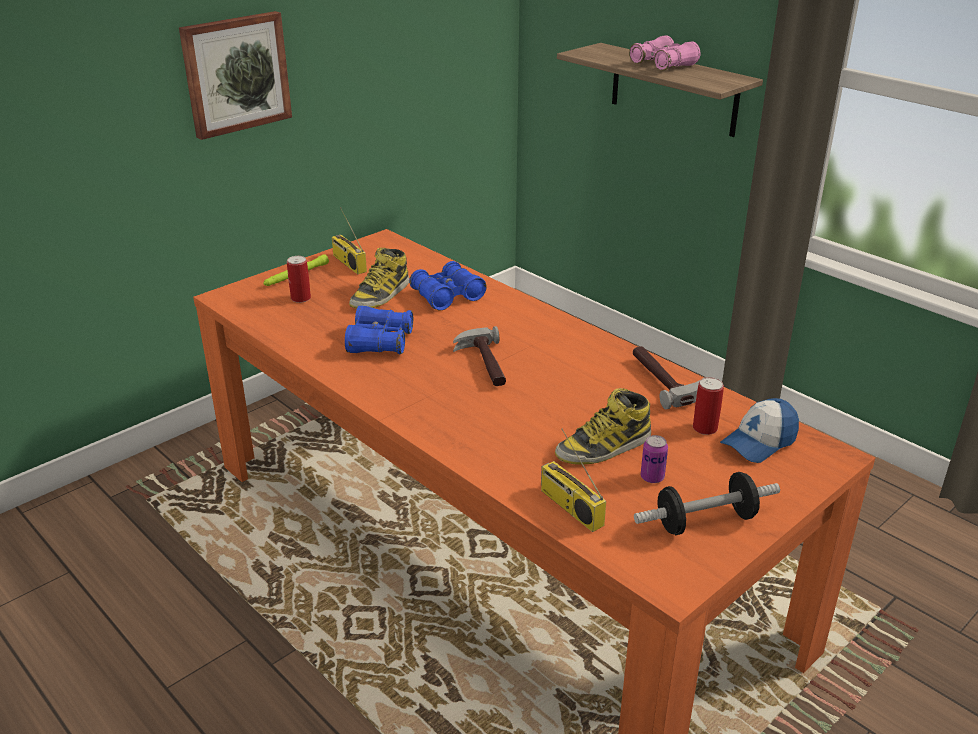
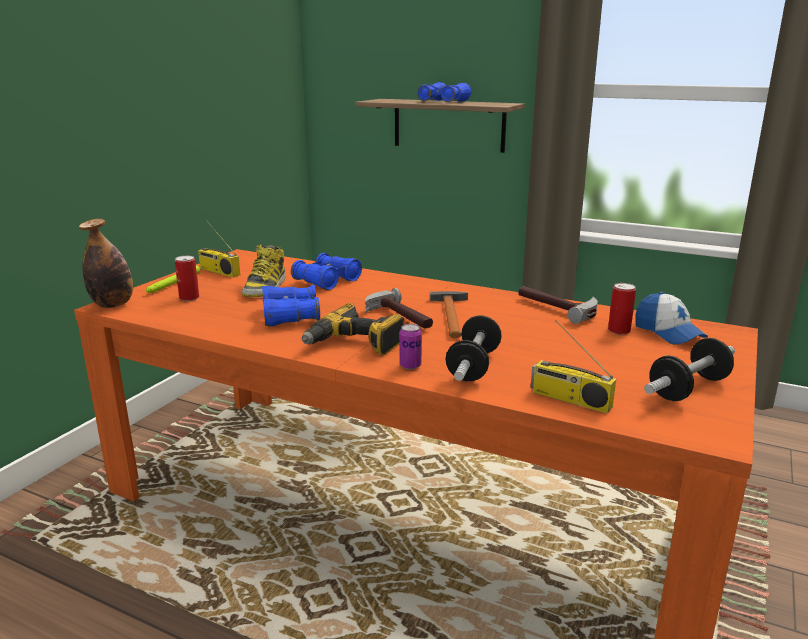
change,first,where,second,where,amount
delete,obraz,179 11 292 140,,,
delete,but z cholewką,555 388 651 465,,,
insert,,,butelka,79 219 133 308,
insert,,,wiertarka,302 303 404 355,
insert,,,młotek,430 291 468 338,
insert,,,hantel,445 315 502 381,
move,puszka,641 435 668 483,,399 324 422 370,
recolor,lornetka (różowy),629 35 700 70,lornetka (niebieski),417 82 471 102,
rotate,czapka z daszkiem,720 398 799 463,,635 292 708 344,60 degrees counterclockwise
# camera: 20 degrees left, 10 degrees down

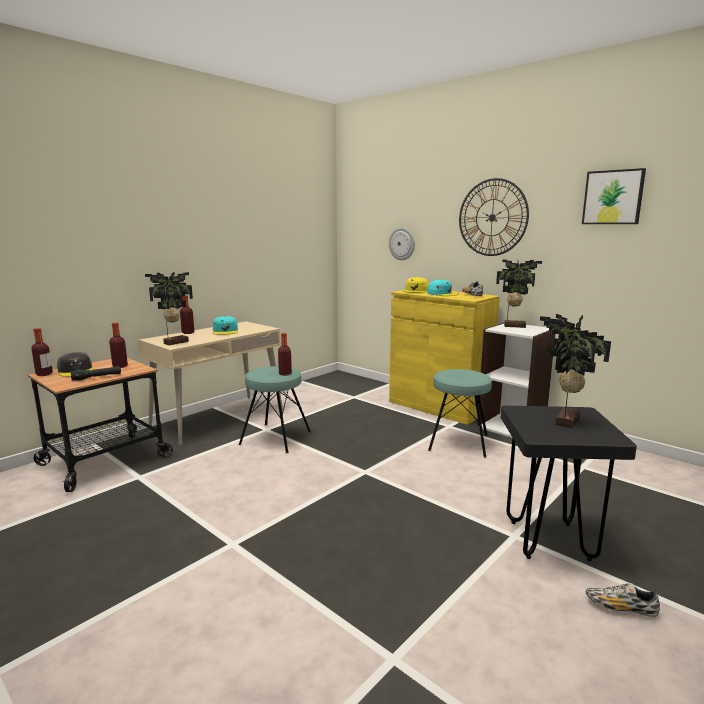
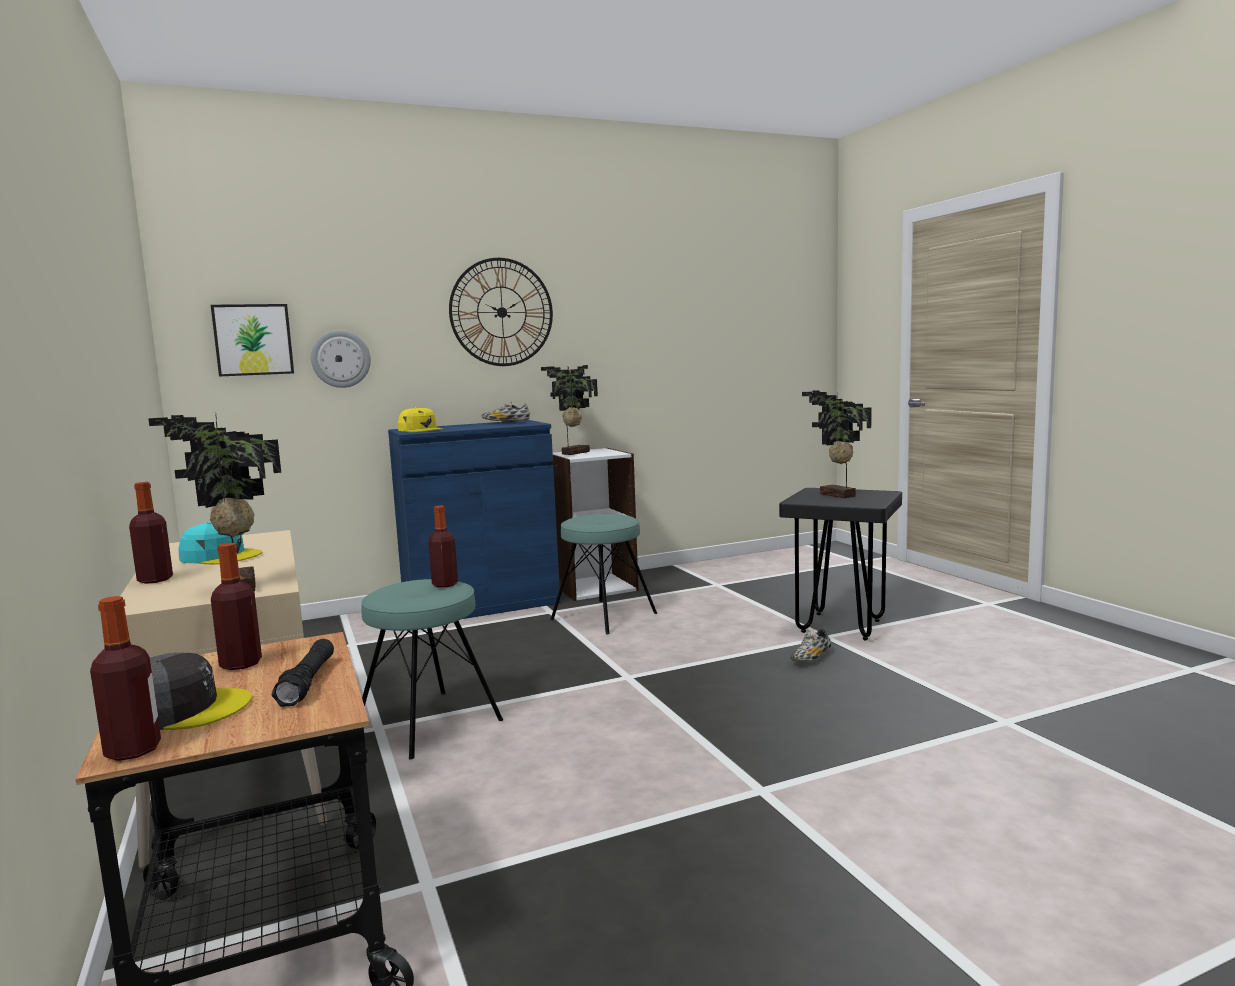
change,first,where,second,where,amount
delete,czapka z daszkiem (turkusowy),427 280 459 296,,,
move,obraz,582 168 646 224,,211 304 294 377,
move,but,586 583 660 617,,790 629 832 662,
recolor,szafka (żółty),389 290 499 425,szafka (niebieski),388 420 560 619,
# camera: 65 degrees left, 5 degrees down

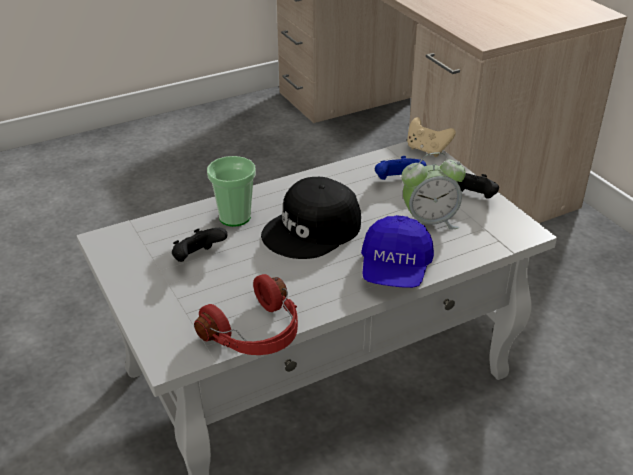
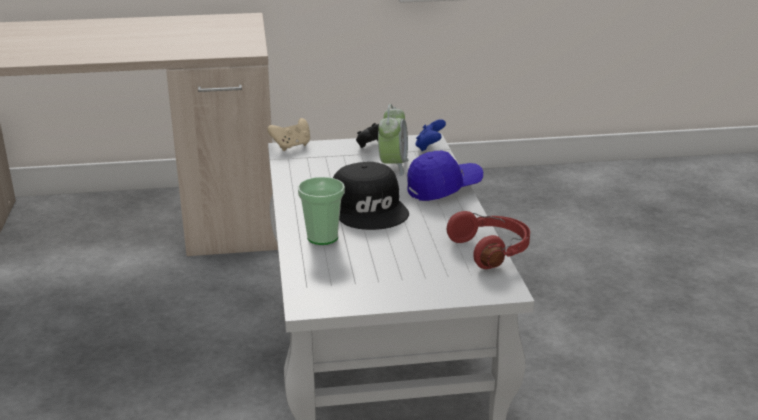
change,first,where,second,where,amount
delete,pad do gier (czarny),172 228 228 262,,,
move,pad do gier (niebieski),375 156 427 180,,415 119 446 151,
rotate,czapka z daszkiem (niebieski),361 215 434 288,,407 151 483 201,60 degrees counterclockwise
# camera: 70 degrees left, 10 degrees down

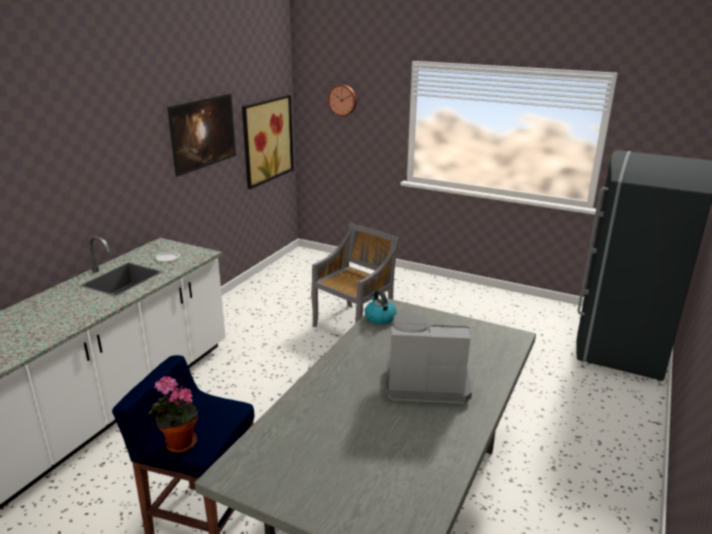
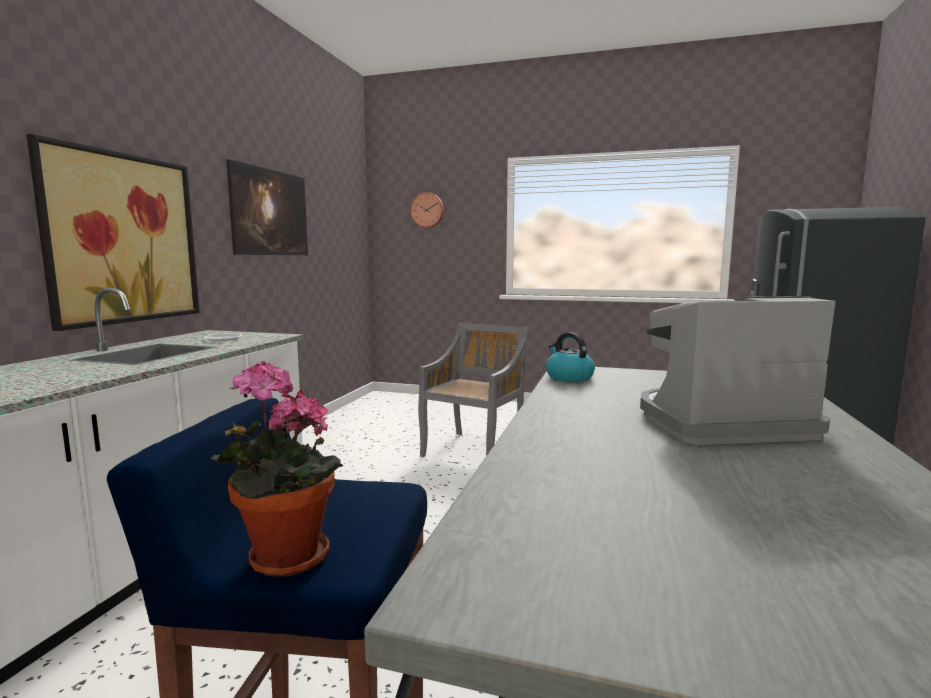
change,first,where,second,where,amount
move,obraz,242 95 294 189,,26 134 200 331,
# camera: 10 degrees left, 15 degrees down

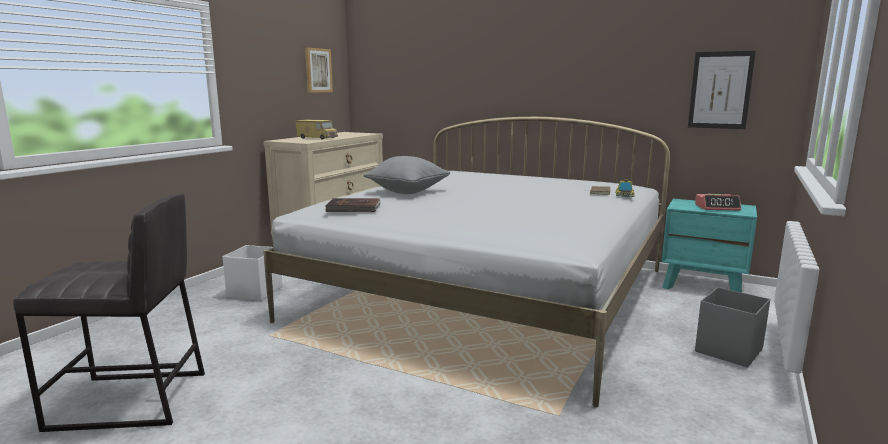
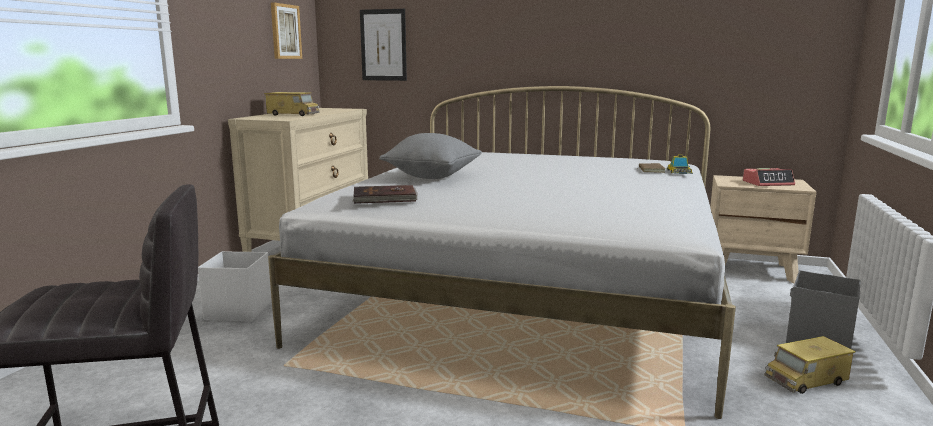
change,first,where,second,where,amount
insert,,,ciężarówka zabawkowa,764 336 856 394,
move,obraz,688 51 756 129,,360 9 407 81,
recolor,szafka nocna (turkusowy),662 199 757 292,szafka nocna (beżowy),710 175 816 283,
# camera: 10 degrees left, 0 degrees up

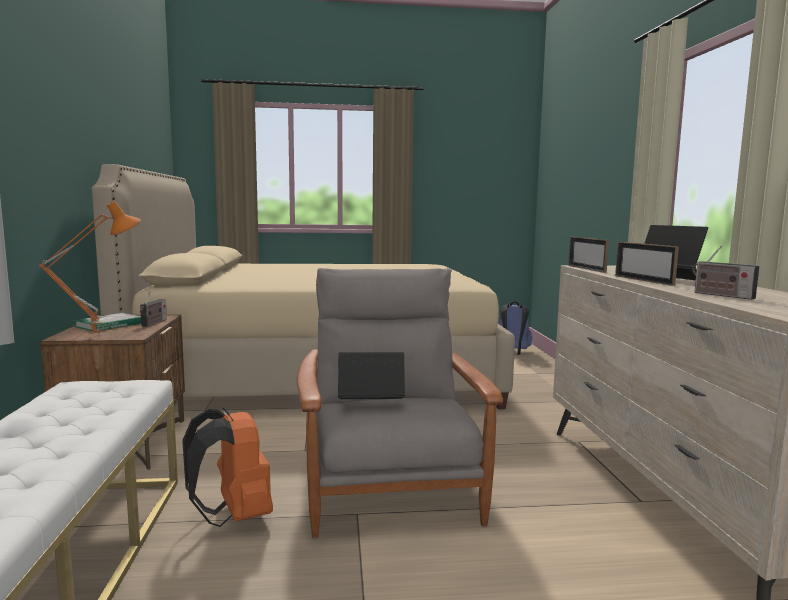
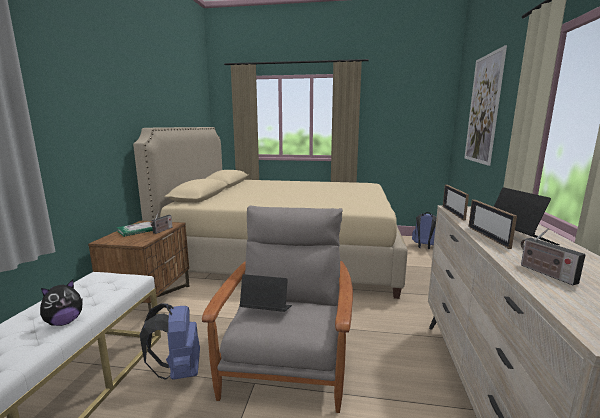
change,first,where,second,where,amount
delete,lampa stołowa (pomarańczowy),39 201 141 337,,,
insert,,,pluszak,40 280 83 326,
insert,,,obraz,464 45 507 166,
recolor,plecak (pomarańczowy),182 407 273 527,plecak (niebieski),140 304 200 380,
# camera: 15 degrees right, 5 degrees up

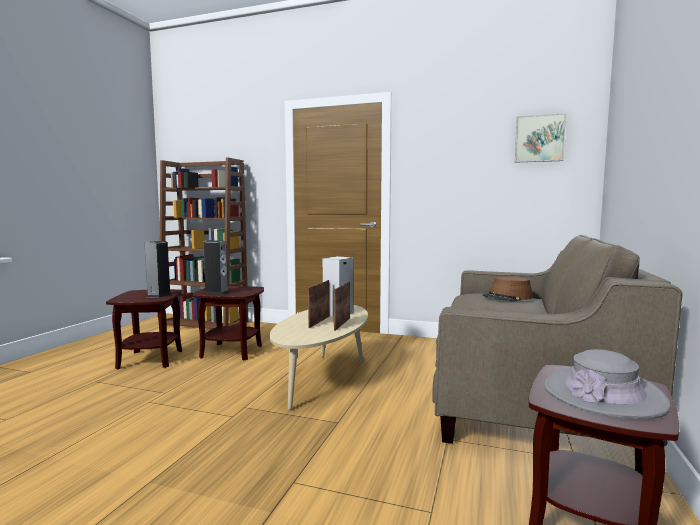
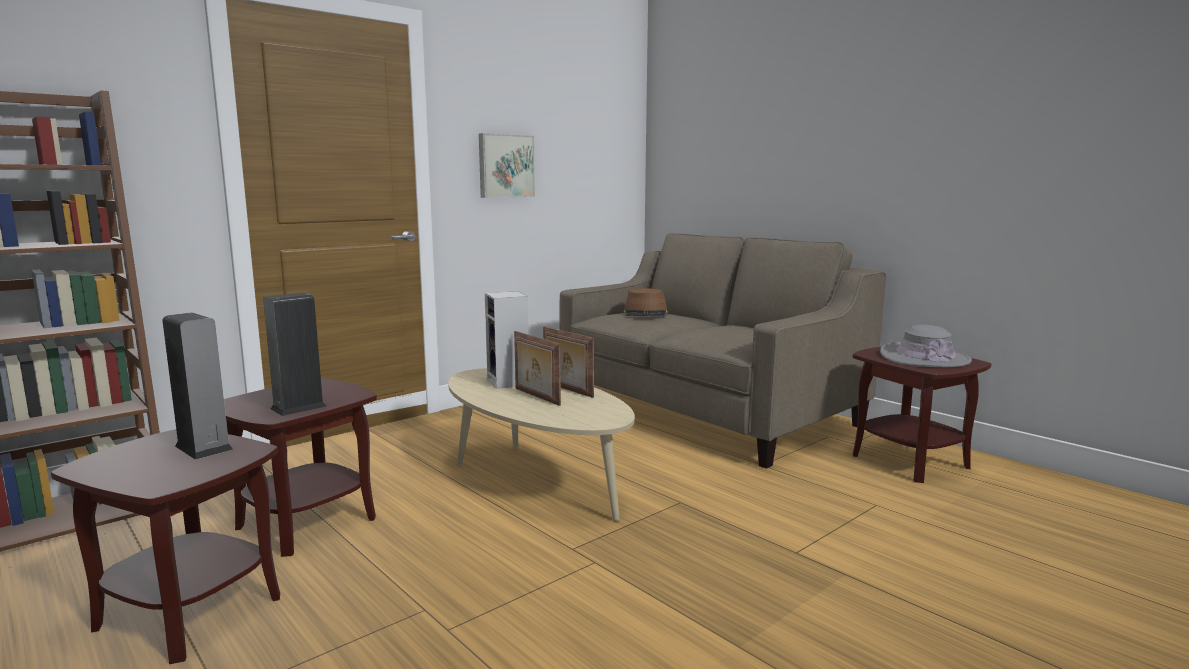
change,first,where,second,where,amount
move,obraz,515 113 567 163,,479 133 535 198,
# camera: 60 degrees left, 5 degrees up

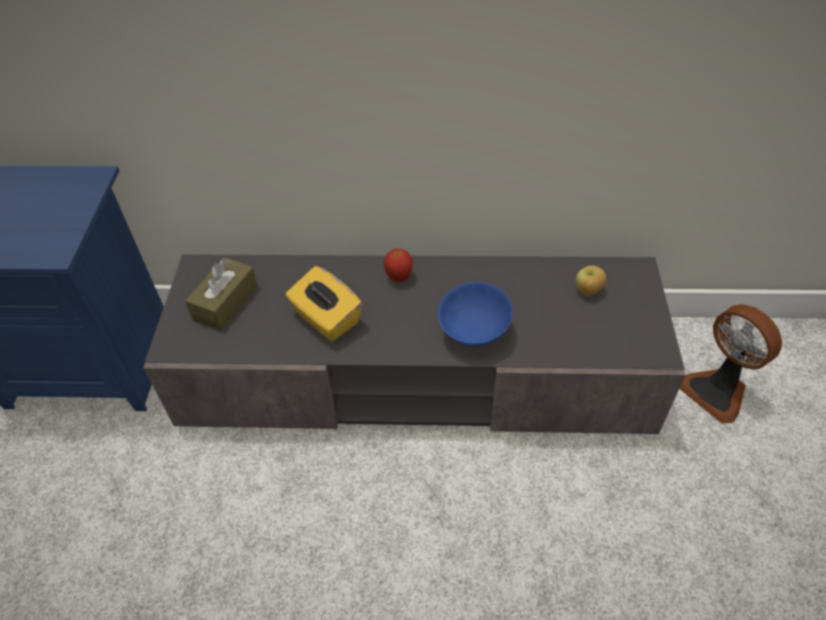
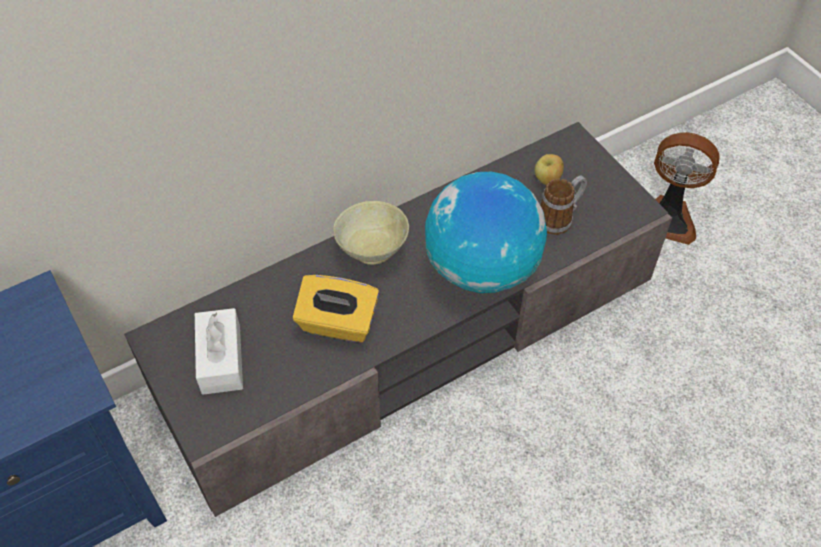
change,first,where,second,where,amount
insert,,,kubek,540 176 587 235,
replace,jabłko,383 248 413 282,miska (beżowy),333 201 409 265,
replace,miska (niebieski),438 282 513 347,globus,425 172 547 293,
recolor,pudełko chusteczek (brązowy),185 257 258 331,pudełko chusteczek (biały),195 308 243 395,
# camera: 35 degrees left, 5 degrees up

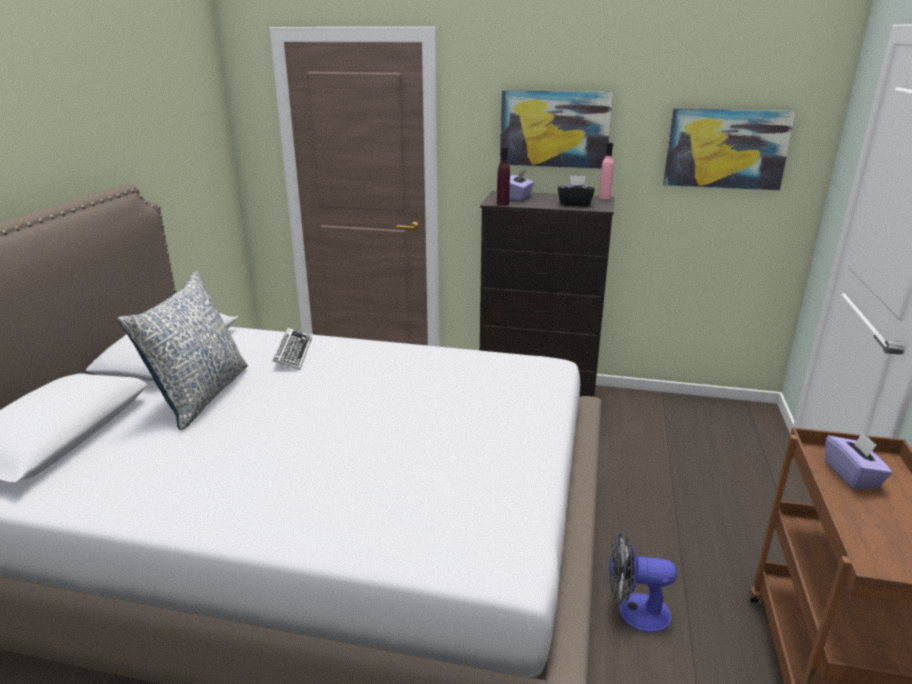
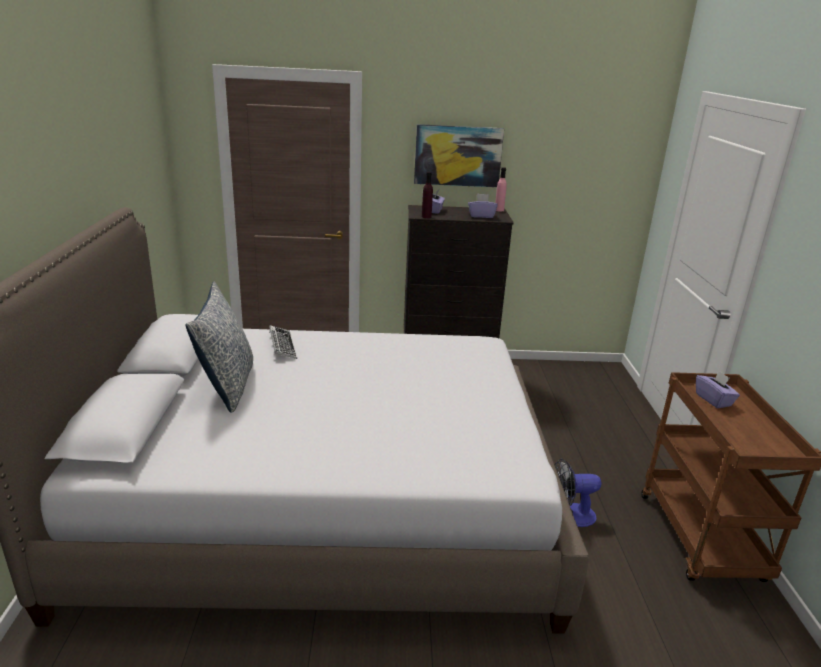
change,first,where,second,where,amount
delete,obraz,663 108 796 190,,,
recolor,pudełko chusteczek (czarny),558 175 595 207,pudełko chusteczek (fioletowy),468 194 498 218,
# camera: 15 degrees left, 0 degrees up

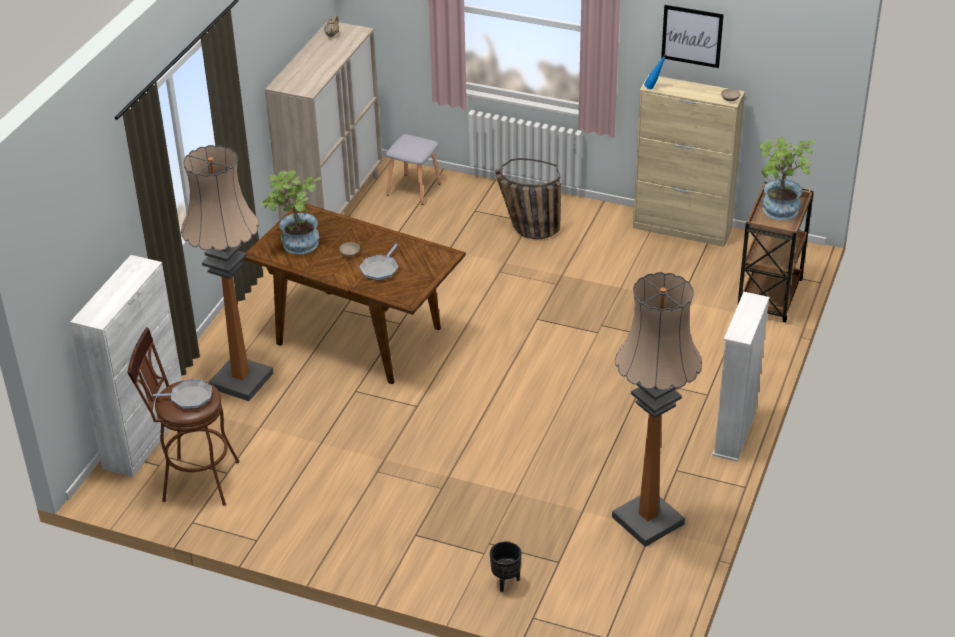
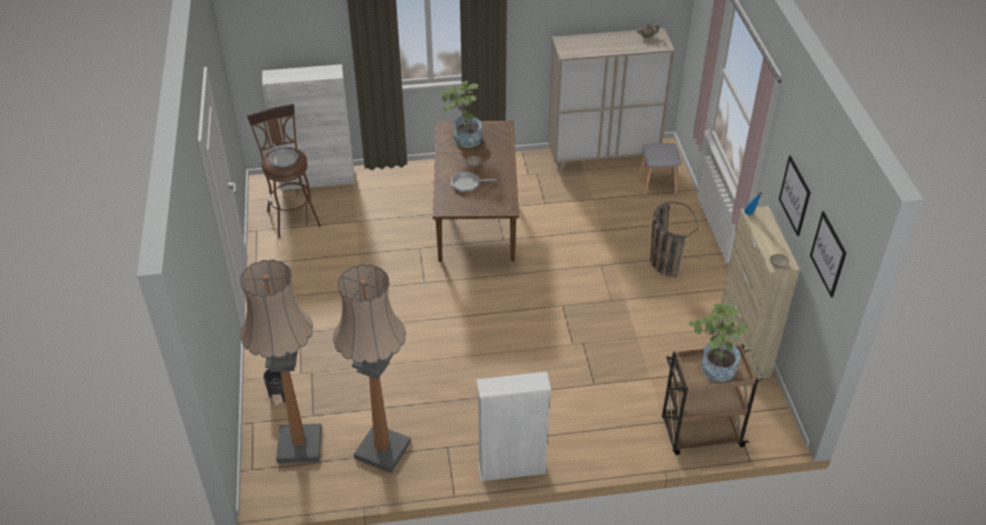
change,first,where,second,where,amount
insert,,,obraz,810 211 846 298,
move,lampa stojąca,181 145 273 401,,240 260 322 463,
# camera: 60 degrees right, 5 degrees up

